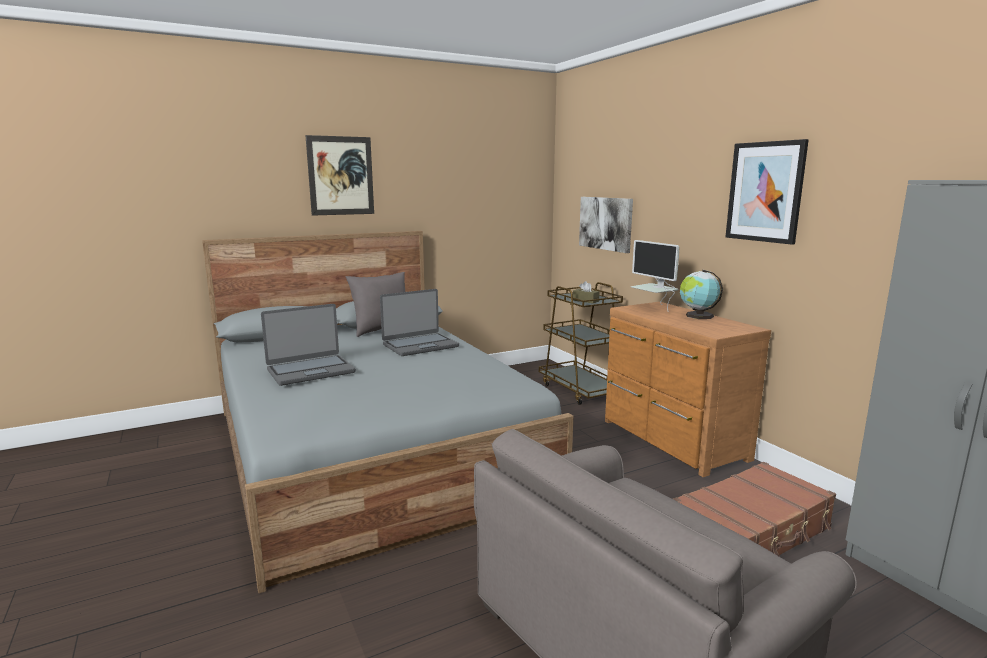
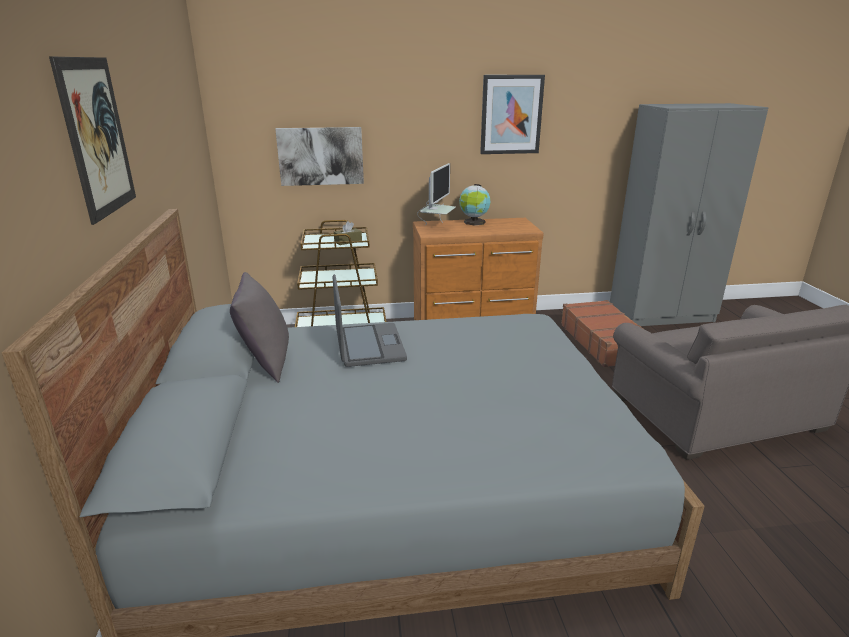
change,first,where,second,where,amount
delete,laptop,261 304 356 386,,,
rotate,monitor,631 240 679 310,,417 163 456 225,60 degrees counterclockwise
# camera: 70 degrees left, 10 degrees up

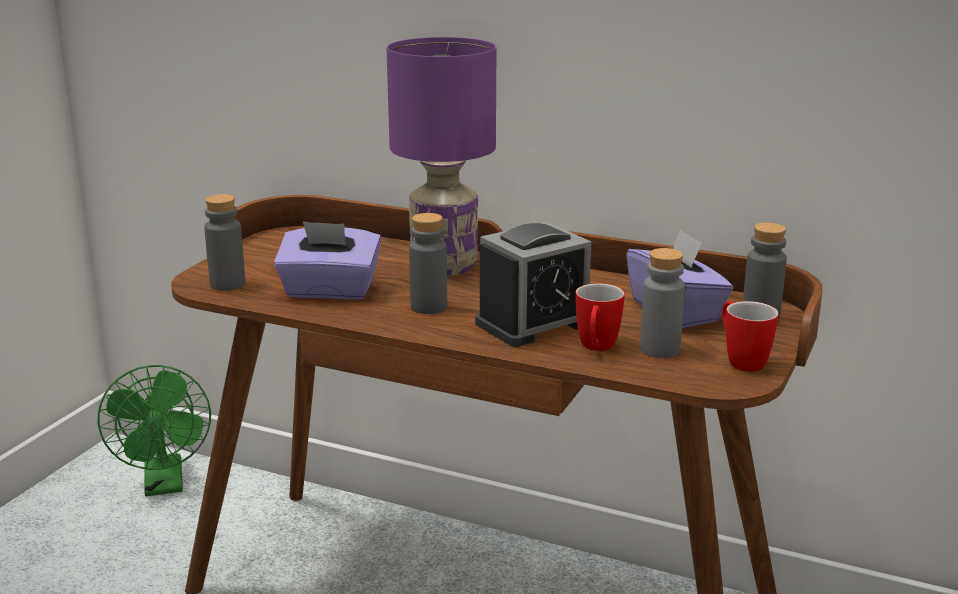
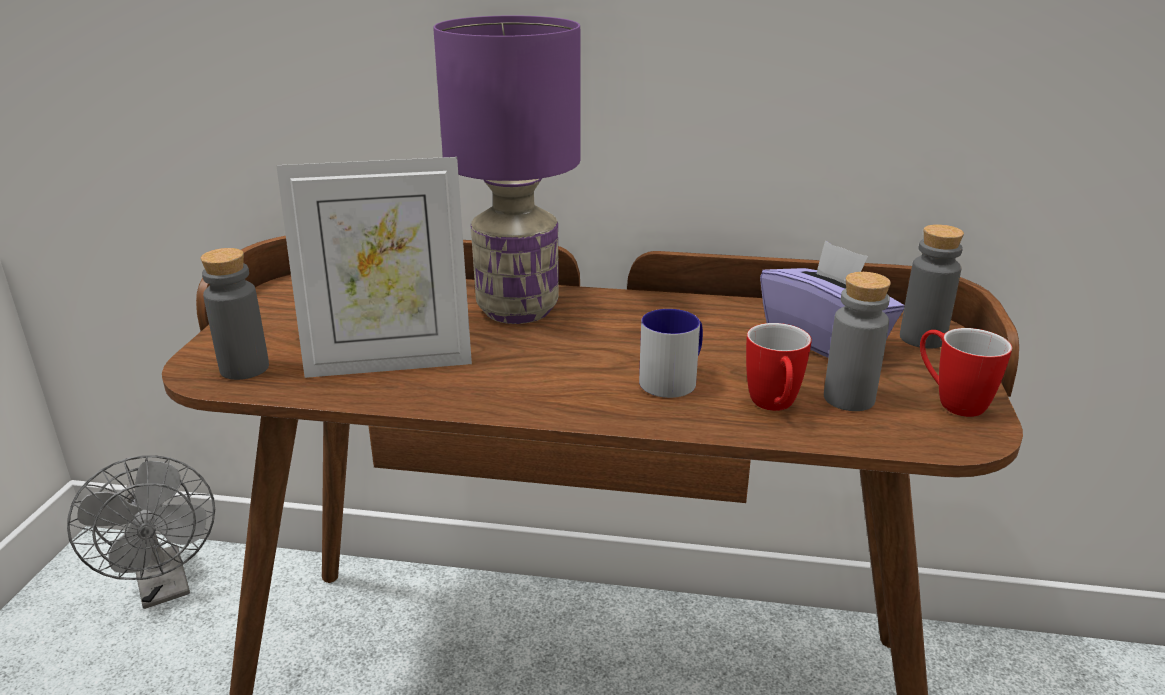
change,first,where,second,where,amount
delete,butelka (szary),409 213 447 314,,,
replace,pudełko chusteczek (fioletowy),274 221 381 300,ramka na zdjęcie,276 157 472 378,
replace,budzik,475 222 591 347,kubek,639 309 703 398,
recolor,wentylator (zielony),98 365 211 496,wentylator (szary),67 456 215 609,
# camera: 15 degrees left, 5 degrees up

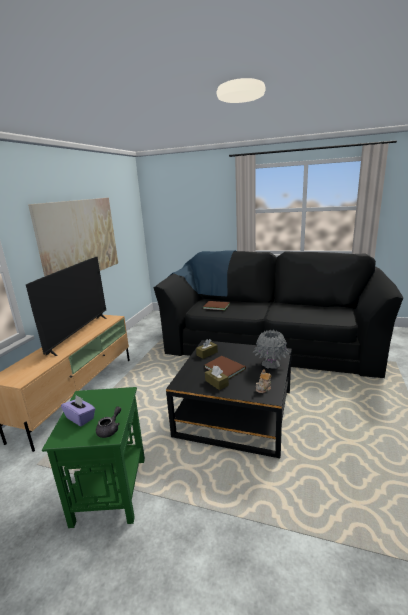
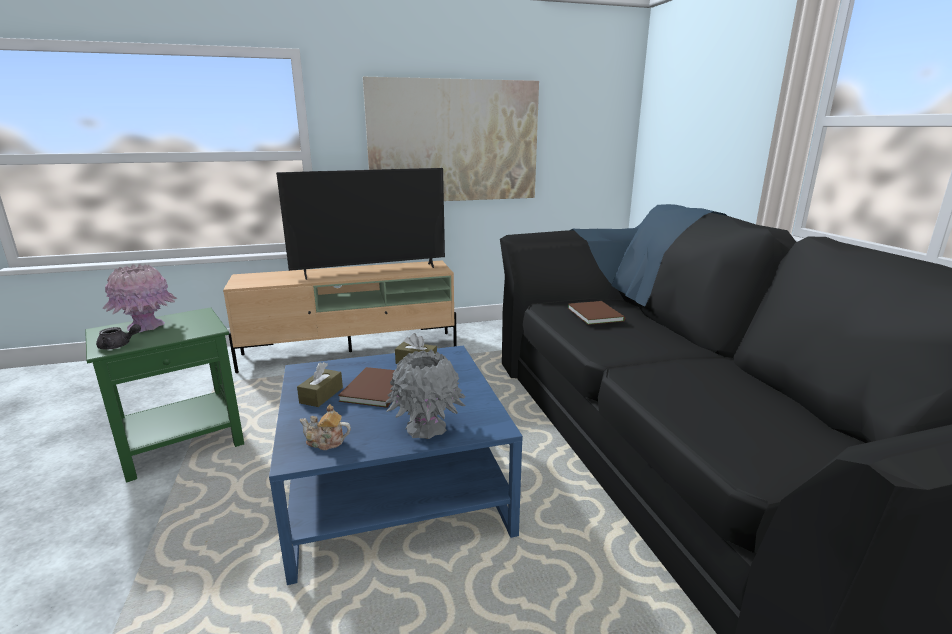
change,first,where,second,where,amount
replace,pudełko chusteczek (fioletowy),61 395 95 426,wazon (różowy),102 264 178 333,
recolor,ława (czarny),166 340 291 458,ława (niebieski),269 346 523 585,
# camera: 55 degrees right, 0 degrees up

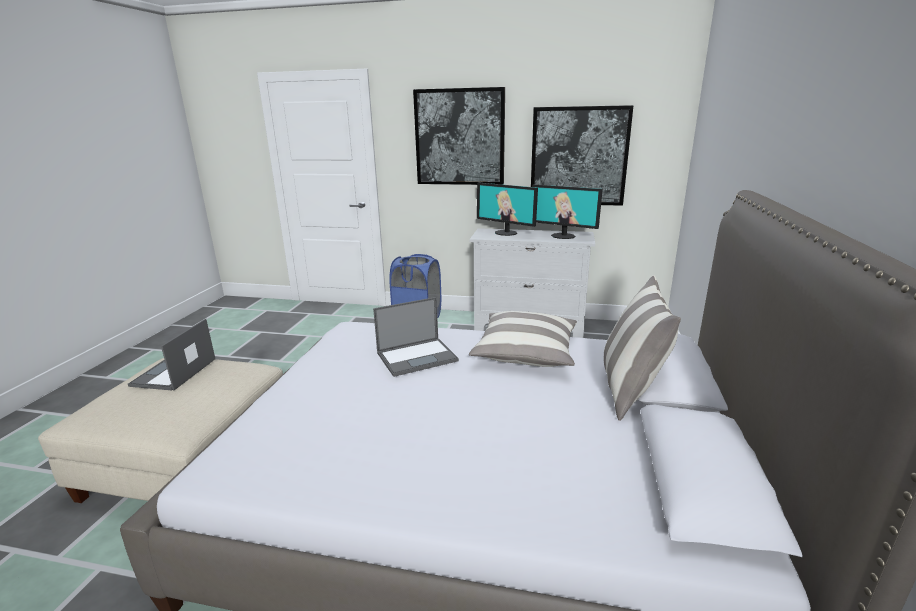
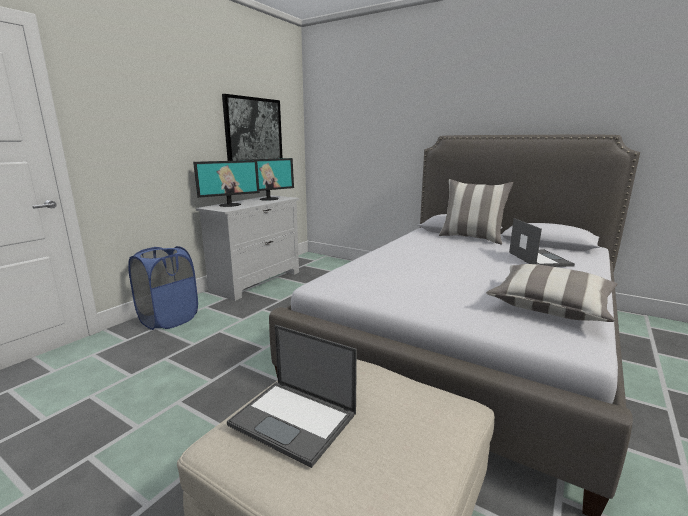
change,first,where,second,where,amount
delete,obraz,413 87 505 185,,,
move,laptop,373 297 459 377,,509 218 575 267,
move,poduszka,469 311 577 367,,486 264 617 322,
# camera: 70 degrees left, 5 degrees down

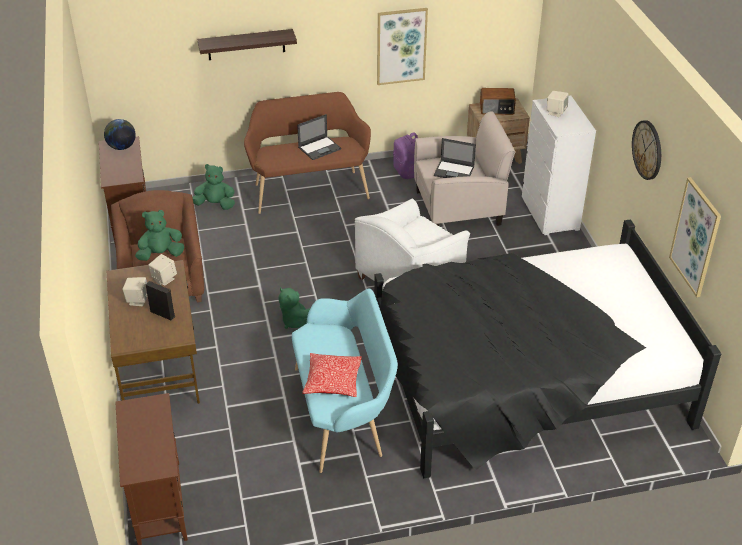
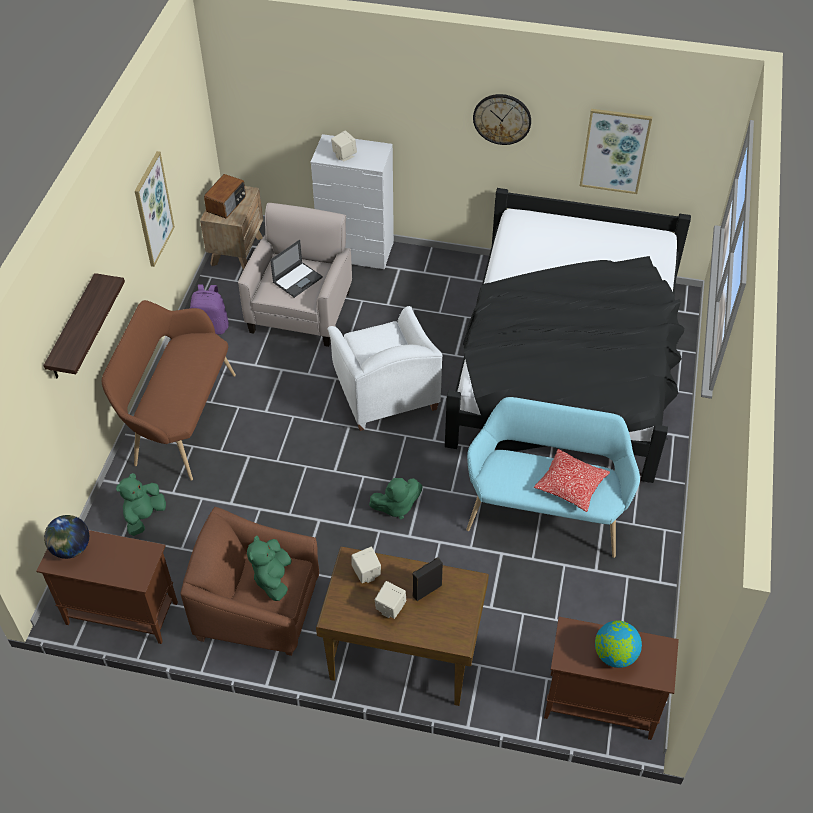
change,first,where,second,where,amount
delete,laptop,297 114 341 160,,,
insert,,,globus,595 621 642 668,
# camera: 65 degrees left, 10 degrees up

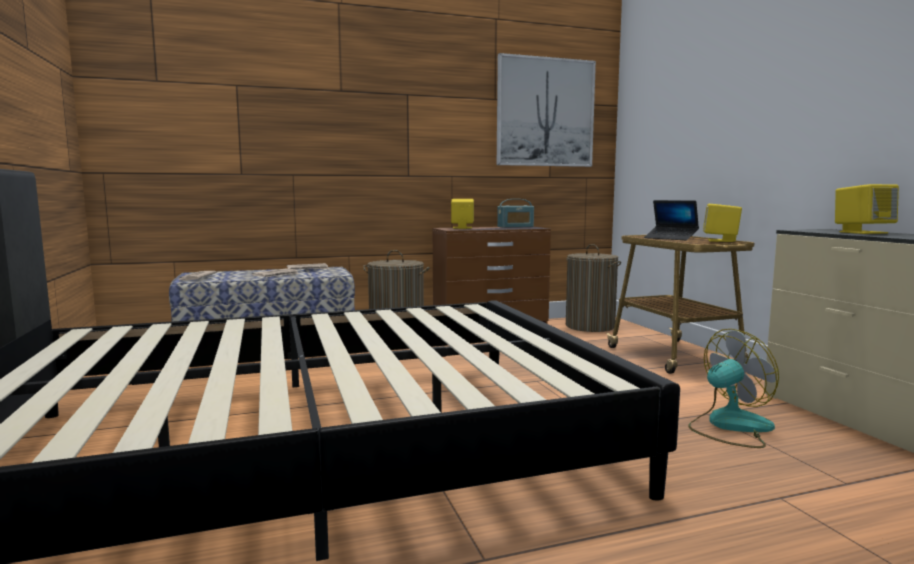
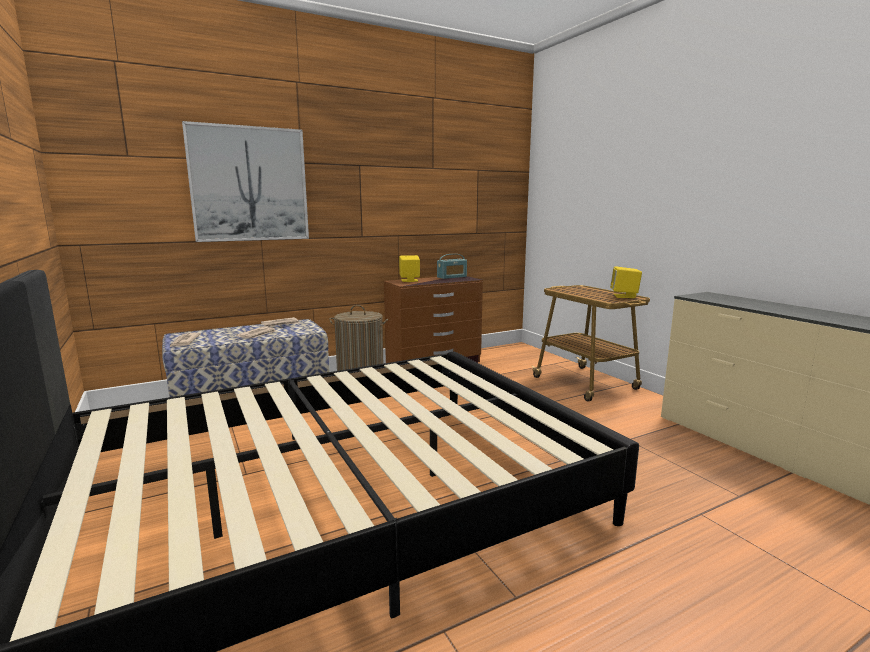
change,first,where,second,where,amount
delete,kosz na pranie,566 244 621 332,,,
delete,laptop,644 200 699 240,,,
delete,wentylator,688 329 779 448,,,
delete,głośnik (żółty),835 184 899 234,,,
move,obraz,497 53 596 167,,182 121 309 242,
# camera: 10 degrees left, 5 degrees up

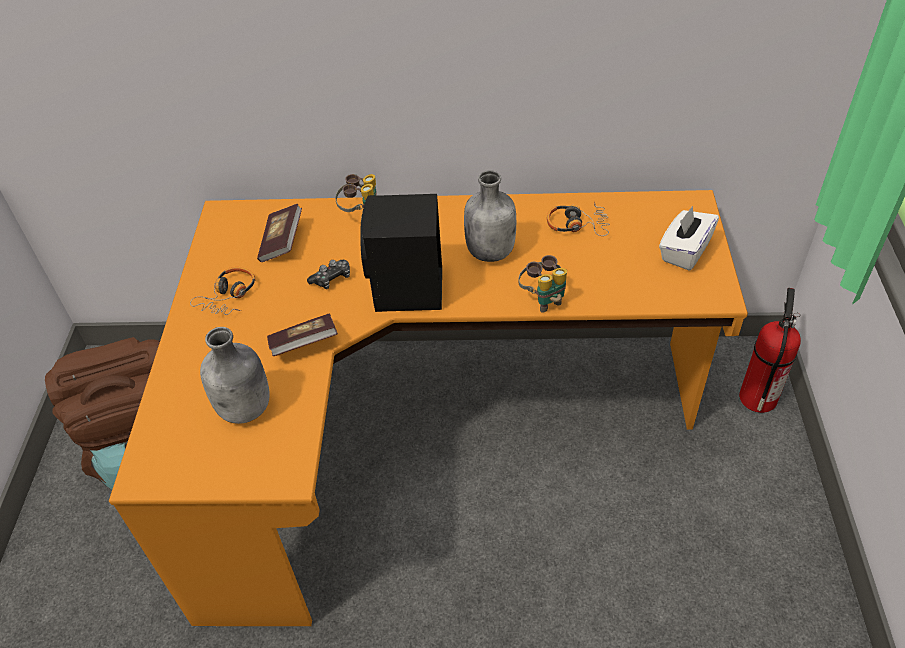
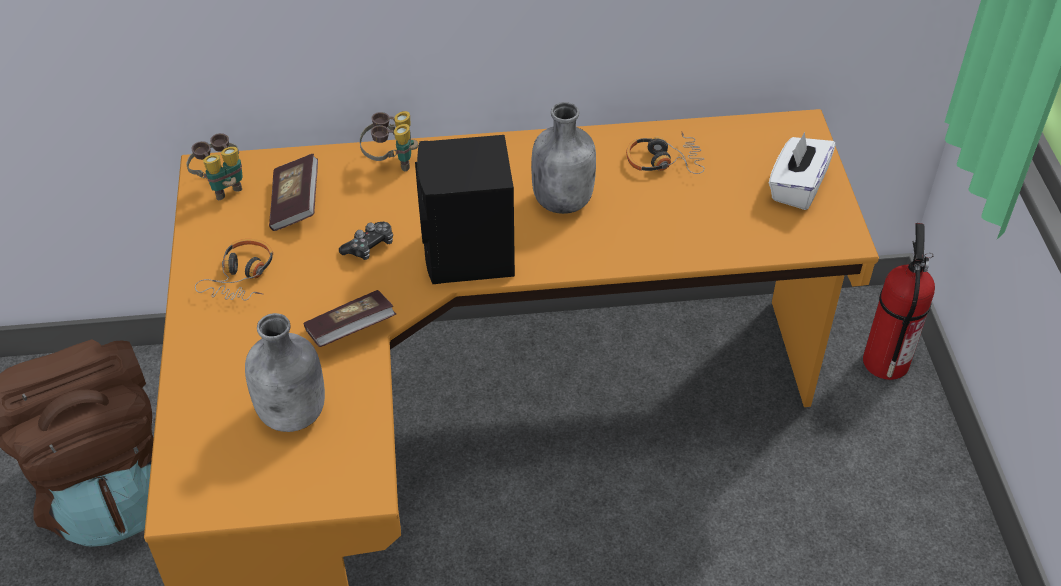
change,first,where,second,where,amount
move,lornetka,519 255 567 313,,186 133 243 200,
# camera: 10 degrees left, 0 degrees up

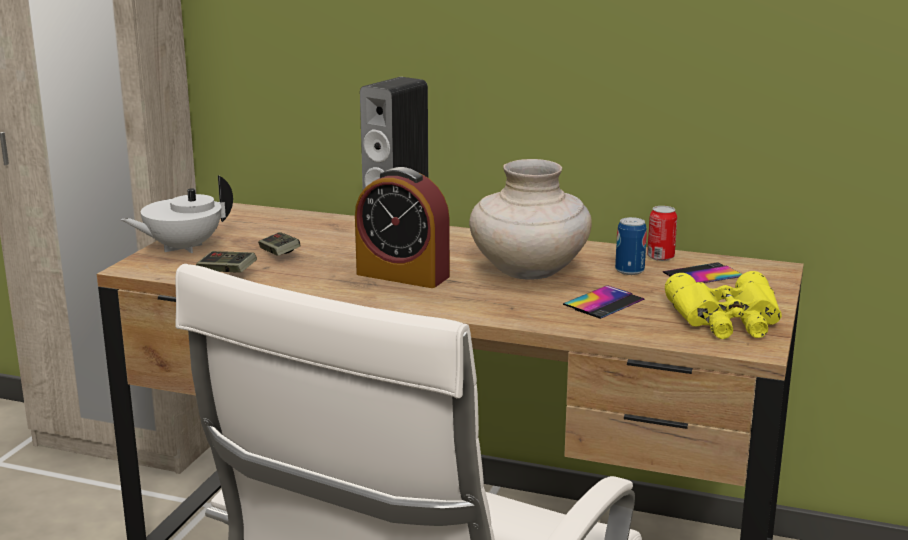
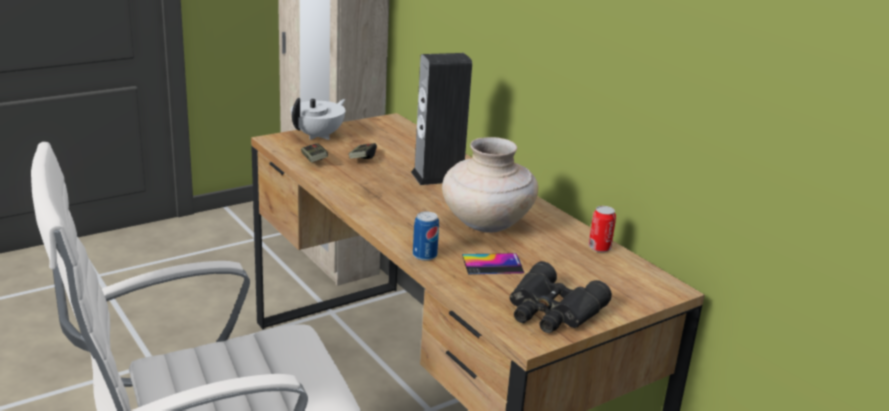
change,first,where,second,where,amount
delete,budzik,355 167 450 288,,,
delete,telefon,663 262 742 283,,,
move,puszka,615 217 647 275,,413 211 439 261,
recolor,lornetka (żółty),665 271 782 339,lornetka (czarny),510 261 612 333,
rotate,imbryk (biały),120 175 233 253,,291 98 346 140,120 degrees clockwise
# camera: 35 degrees right, 5 degrees up

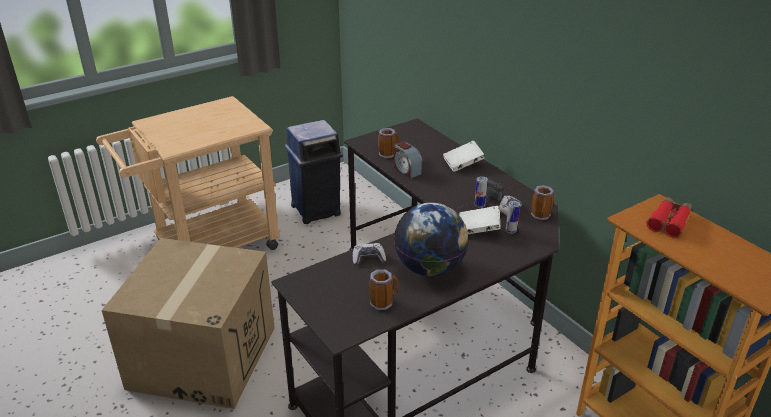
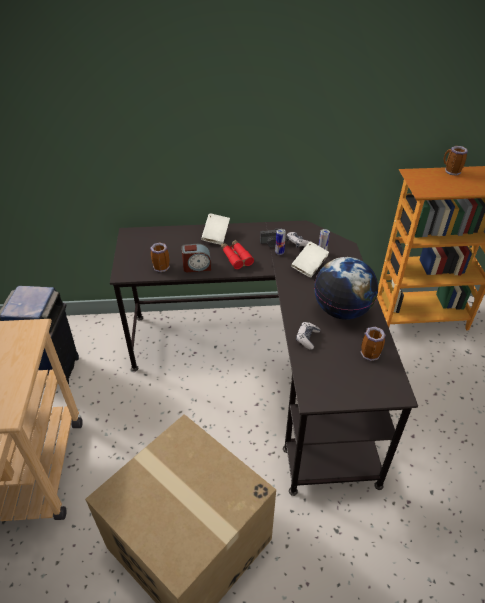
change,first,where,second,where,amount
move,kubek,531 185 554 220,,444 146 468 176,
move,lornetka (czerwony),647 197 692 237,,221 240 254 269,
# camera: 60 degrees left, 10 degrees up

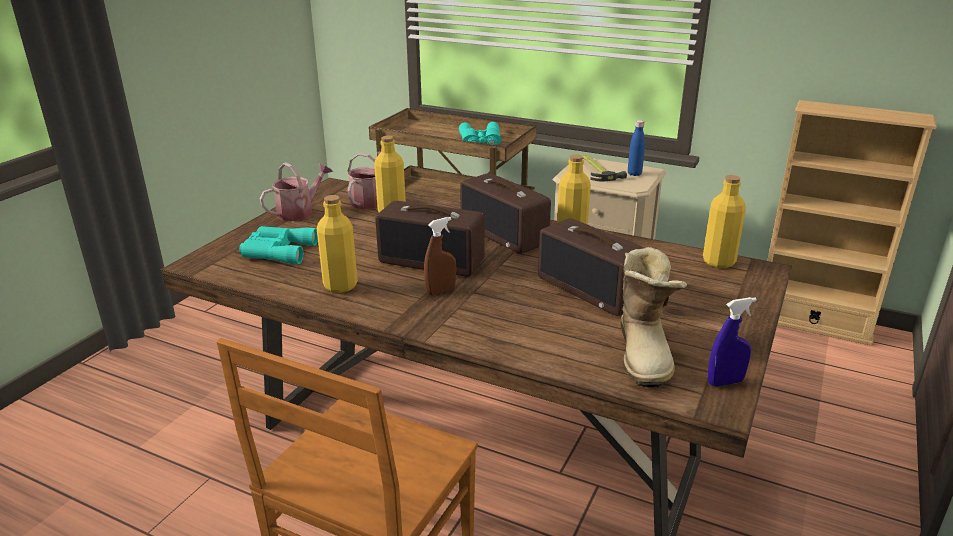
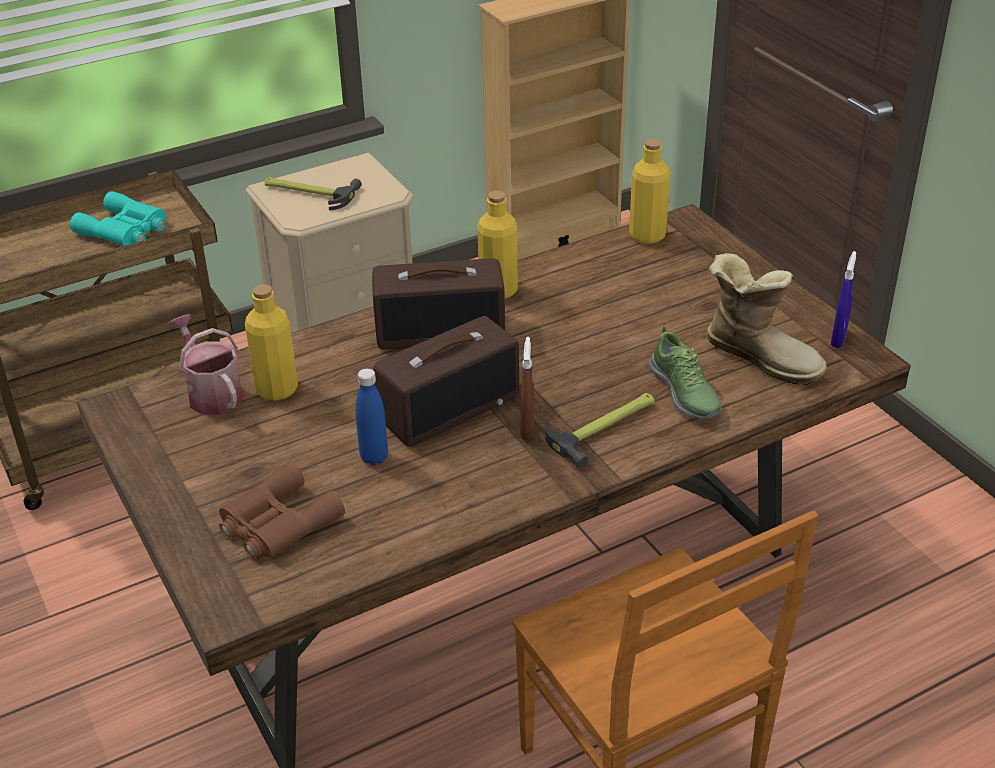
change,first,where,second,where,amount
delete,konewka,260 162 333 221,,,
delete,butelka (żółty),317 195 358 293,,,
delete,radio,538 218 644 316,,,
insert,,,młotek,545 393 655 468,
insert,,,but,649 326 722 419,
move,butelka (niebieski),628 120 645 176,,356 368 388 465,
recolor,lornetka (turkusowy),239 226 318 264,lornetka (brązowy),219 462 345 558,
# camera: 55 degrees left, 10 degrees up

